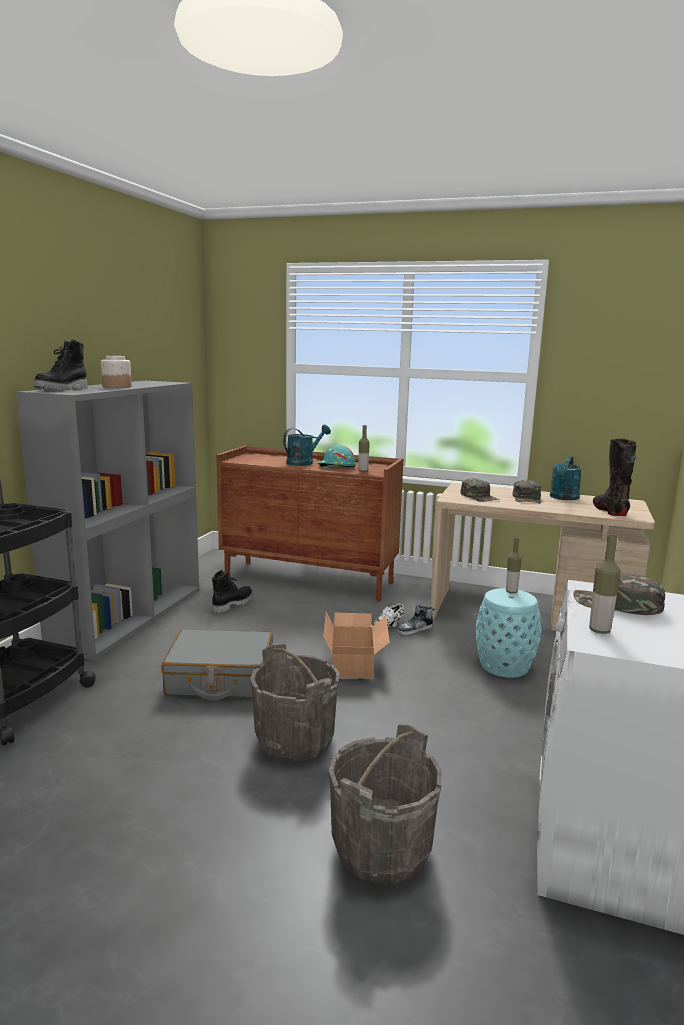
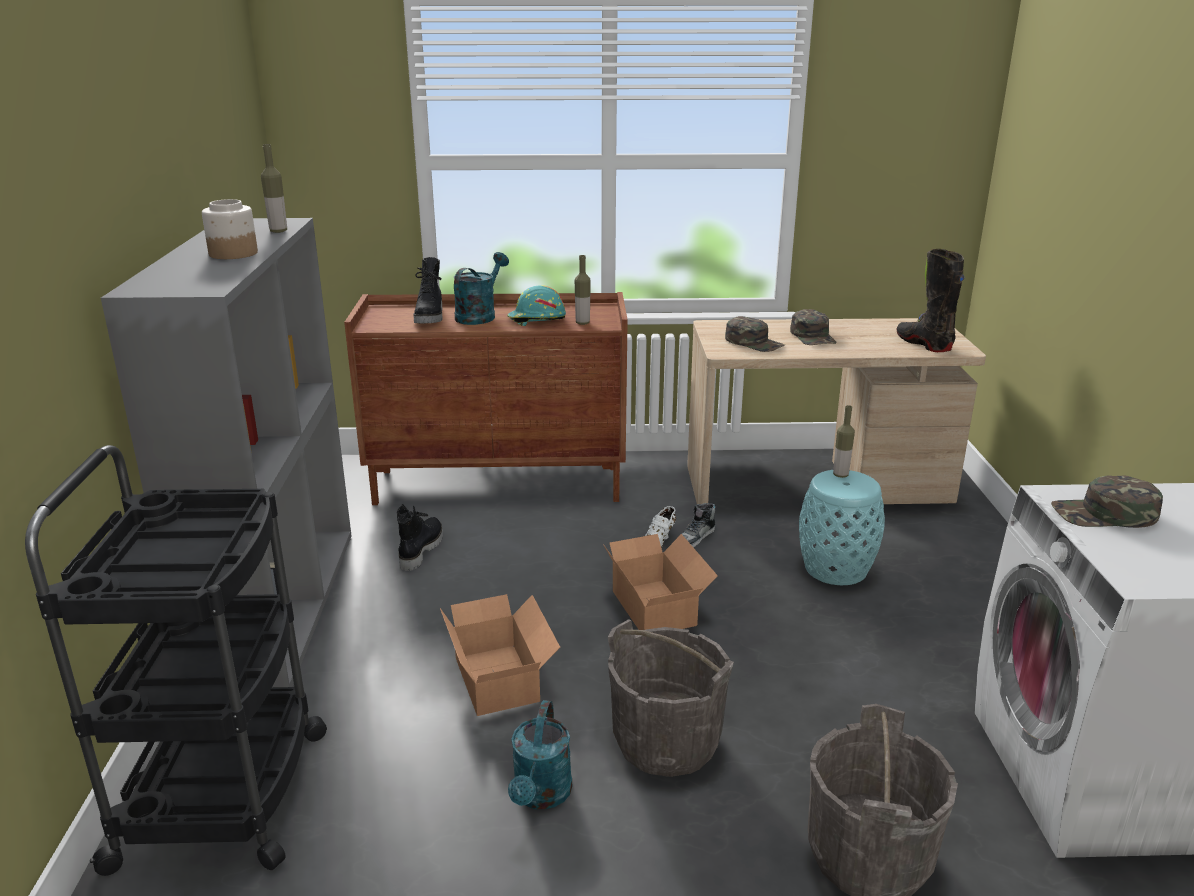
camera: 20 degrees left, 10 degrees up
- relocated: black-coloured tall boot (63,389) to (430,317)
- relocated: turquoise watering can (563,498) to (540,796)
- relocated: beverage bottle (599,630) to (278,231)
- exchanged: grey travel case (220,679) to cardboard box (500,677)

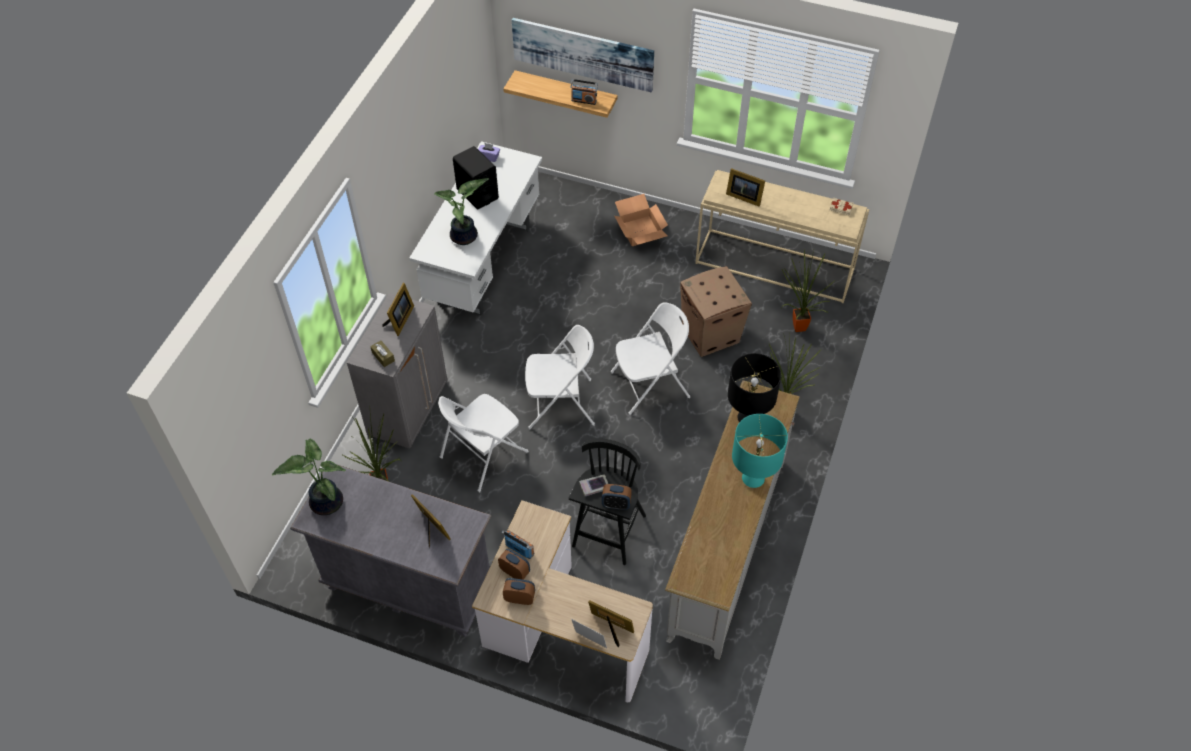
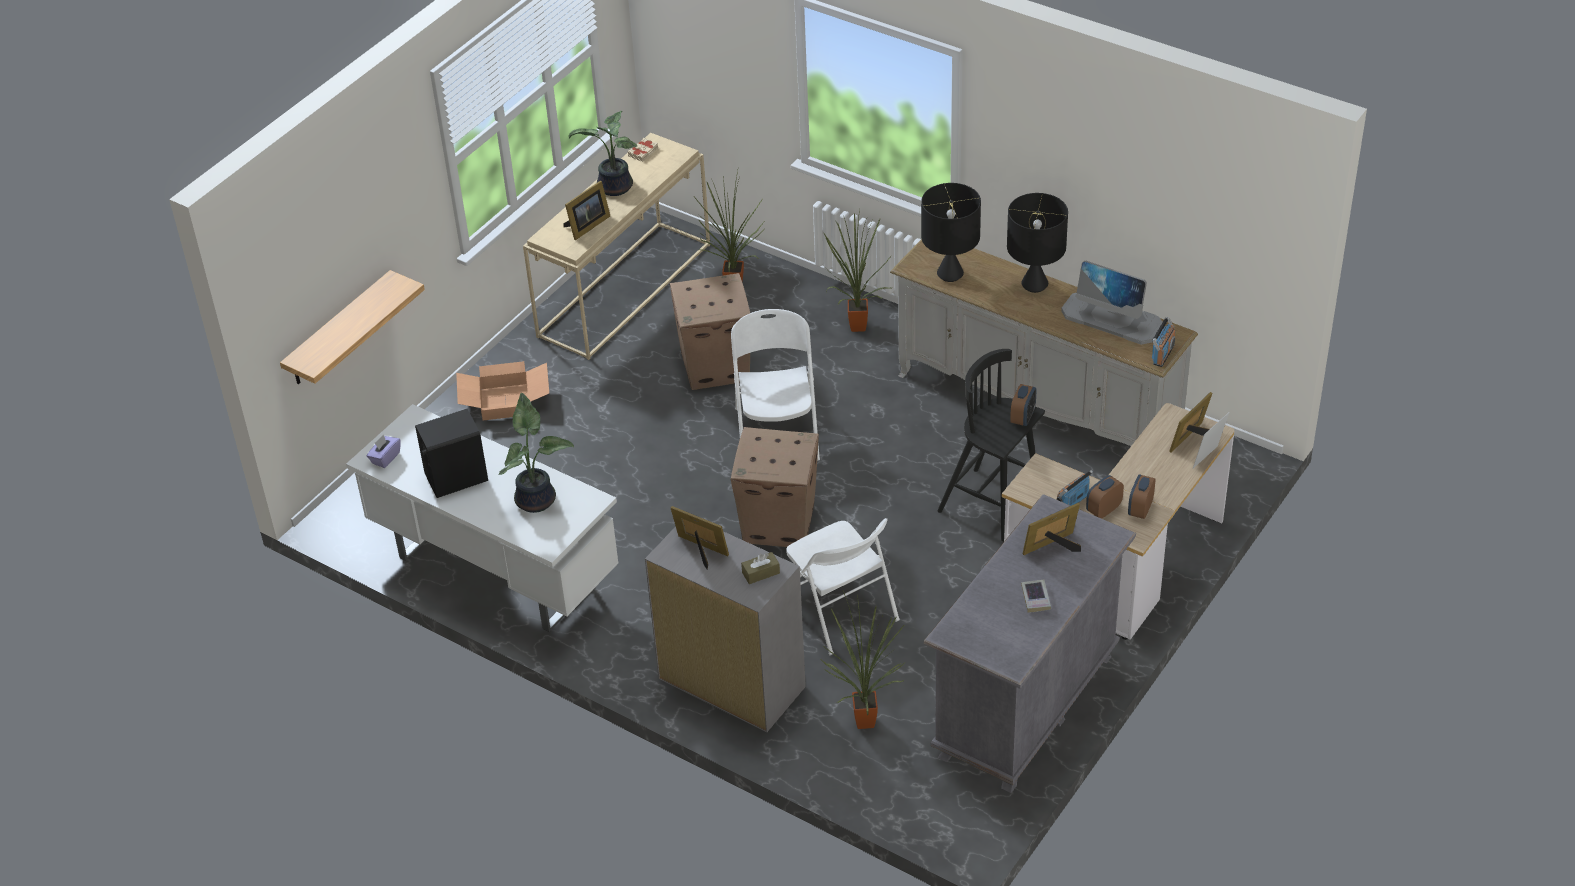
camera: 75 degrees left, 10 degrees down
- missing: wall picture (583,54)
- relocated: radio (584,100) to (1163,354)
- exchanged: white upright chair (560,404) to cardboard box (779,523)
- colour: turquoise lamp for a table (752,479) to black-coloured lamp for a table (1034,286)
- relocated: houseplant (324,502) to (613,188)
- relocated: book (594,486) to (1036,598)
- appeared: monitor (1113,319)

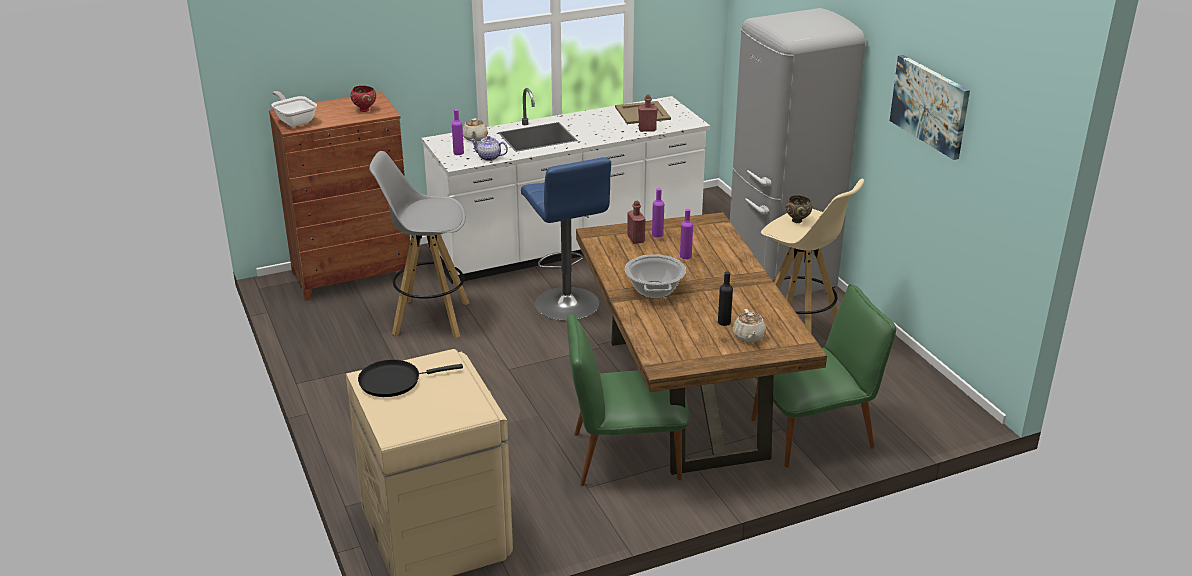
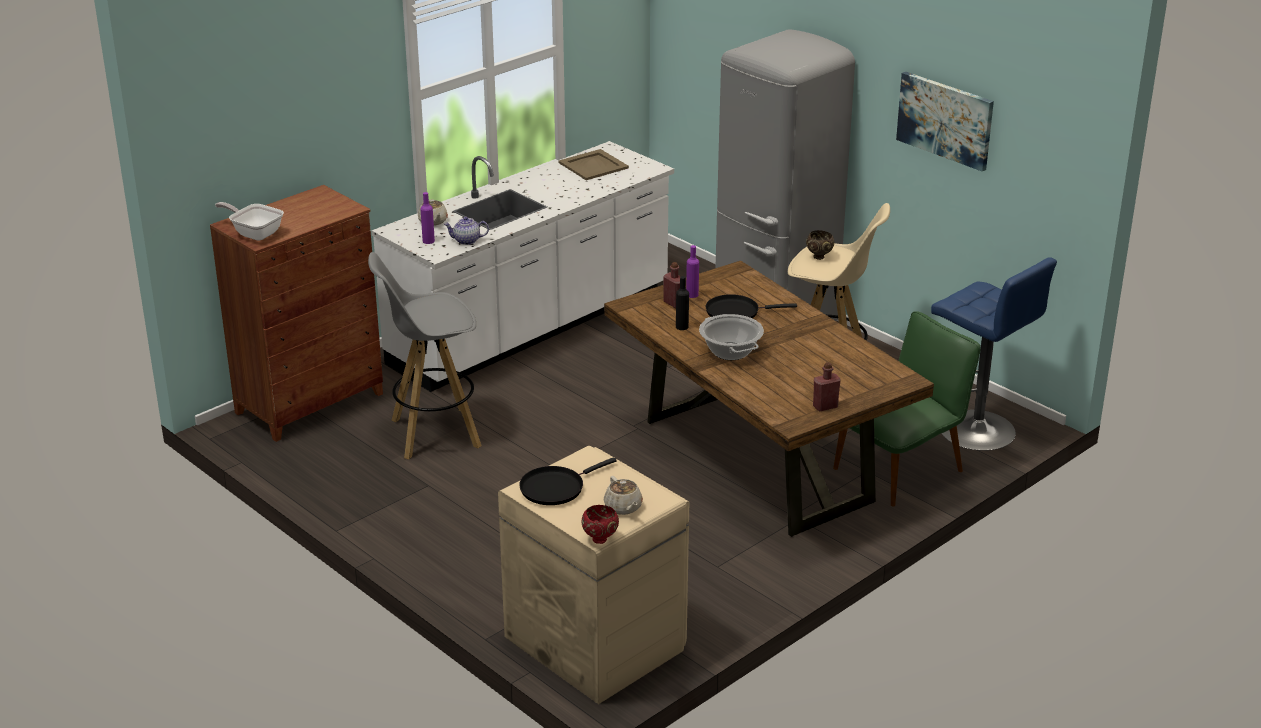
camera: 20 degrees left, 0 degrees up
- relocated: reddish serving bowl (365,110) to (600,539)
- relocated: reddish beverage bottle (647,129) to (825,406)
- relocated: bluish stool (566,304) to (977,431)
- exchanged: purple-coloured beverage bottle (685,256) to black-coloured skillet (736,312)
- relocated: black-coloured beverage bottle (724,322) to (682,327)
- relocated: beige-coloured teapot (749,337) to (623,507)
- missing: green-coloured upright chair (626,456)

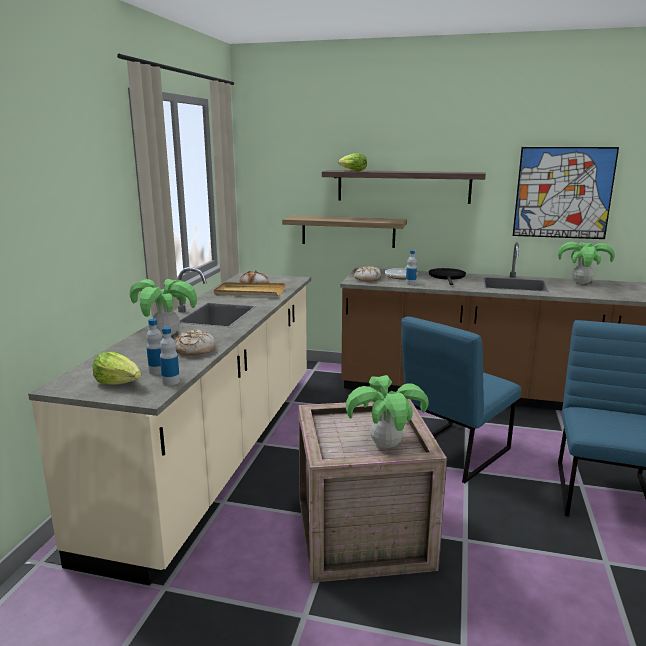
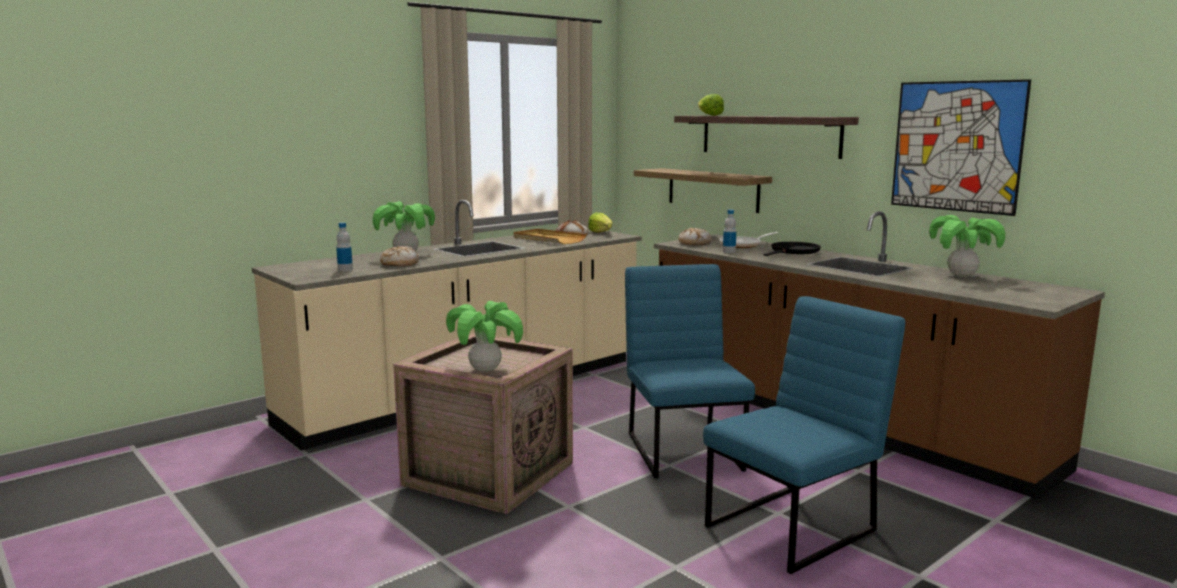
camera: 35 degrees right, 5 degrees down
- spun: bluish upright chair (454,452) = (684,450) 90 degrees clockwise
- missing: beverage bottle (171,381)
- relocated: lettuce (119,383) to (601,233)

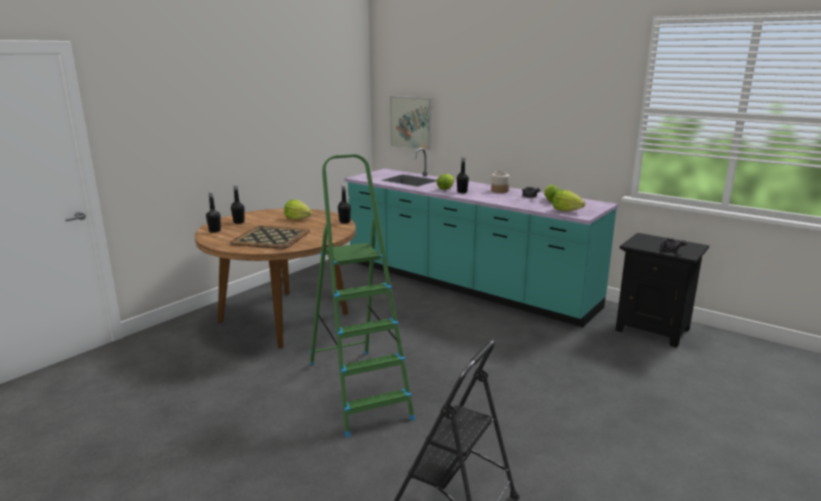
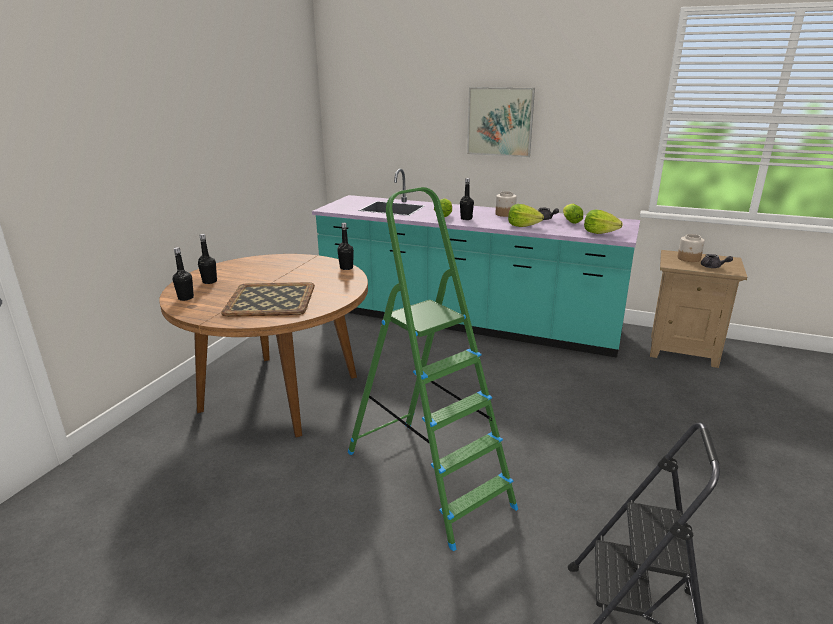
camera: 15 degrees left, 5 degrees up
- relocated: wall picture (411,122) to (500,121)
- relocated: lettuce (298,219) to (523,226)
- colour: black-coloured night table (652,330) to beige-coloured night table (684,351)
- appeared: storage jar (689,258)

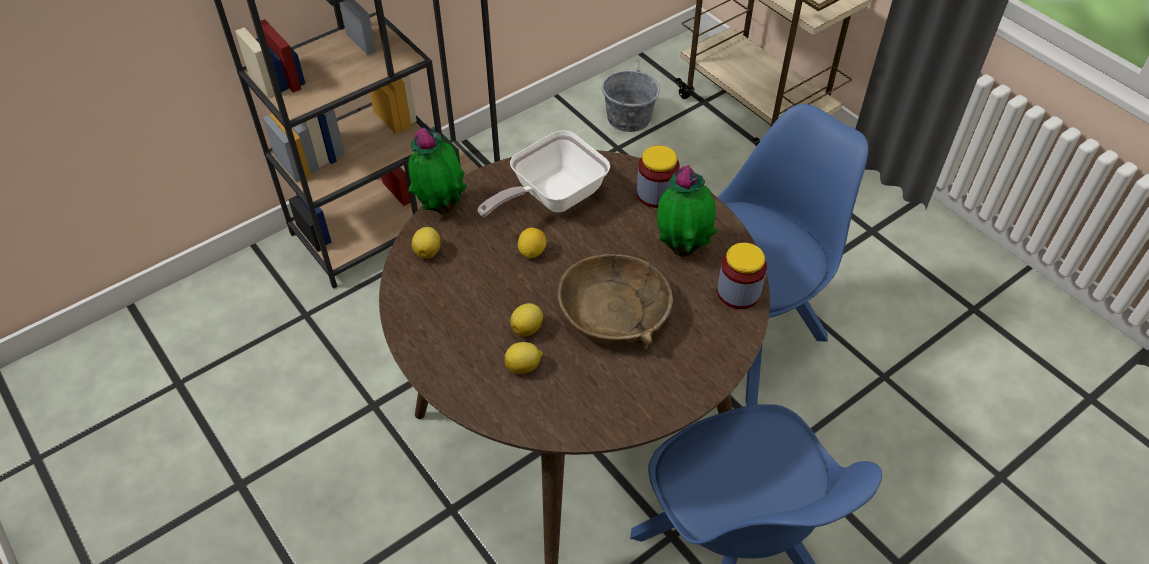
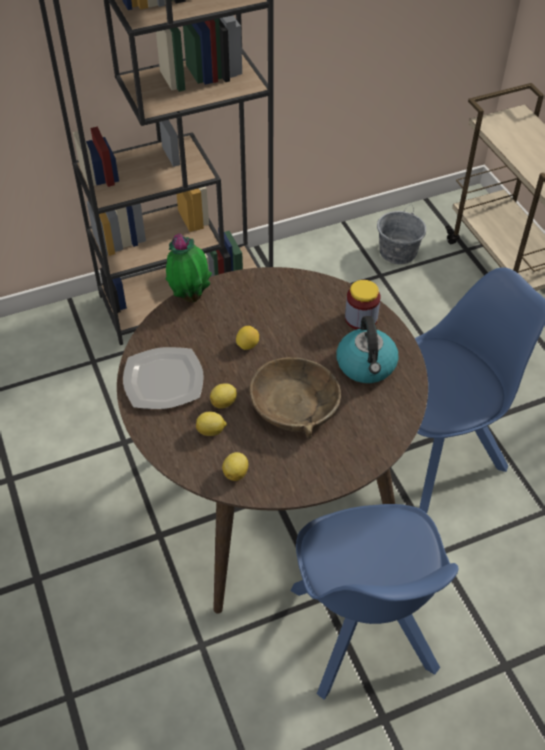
camera: 15 degrees right, 0 degrees up
- missing: skillet (551,198)
- exchanged: houseplant (682,248) to tea kettle (366,365)
- relocated: lemon (428,251) to (236,473)
- missing: storage jar (738,292)
- appeared: flat dish (164,381)

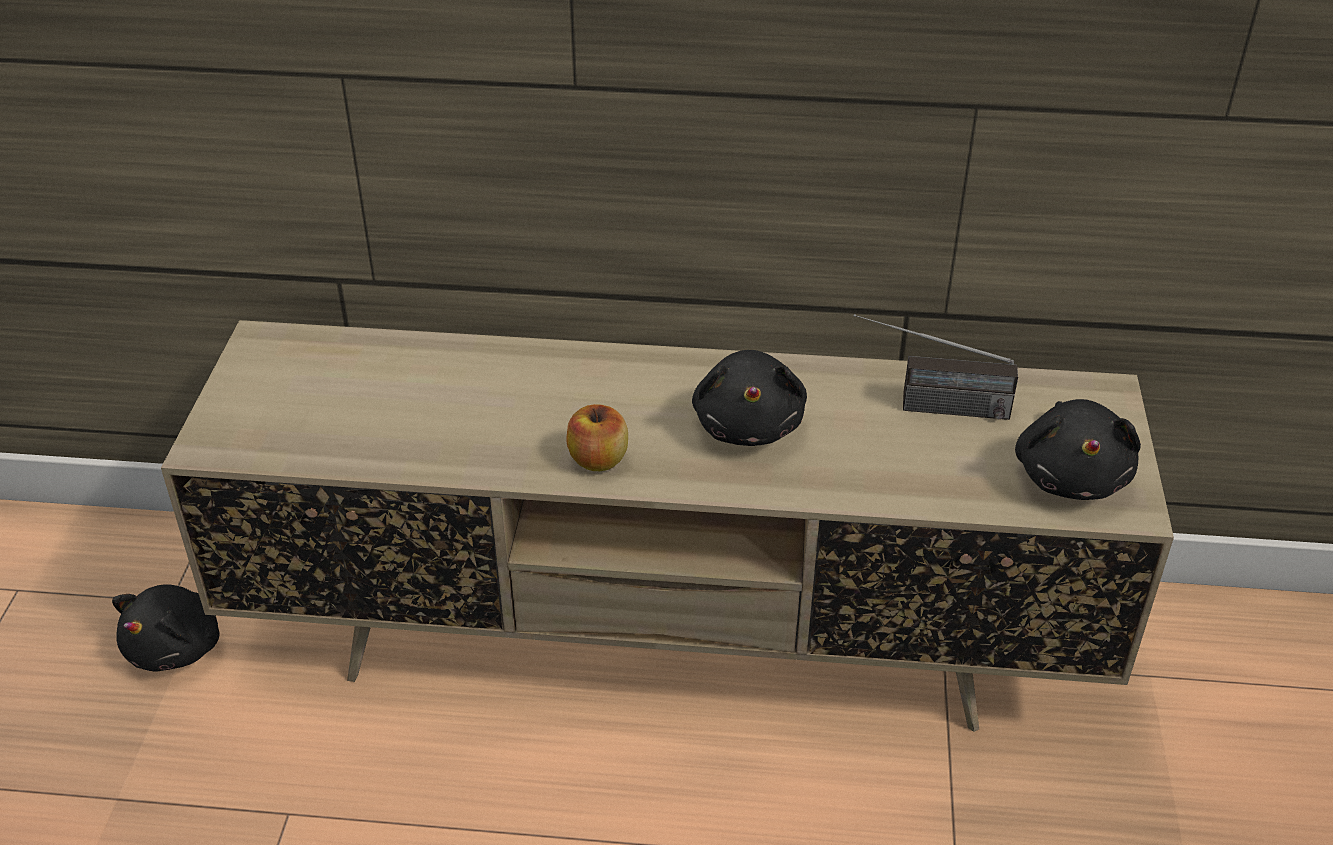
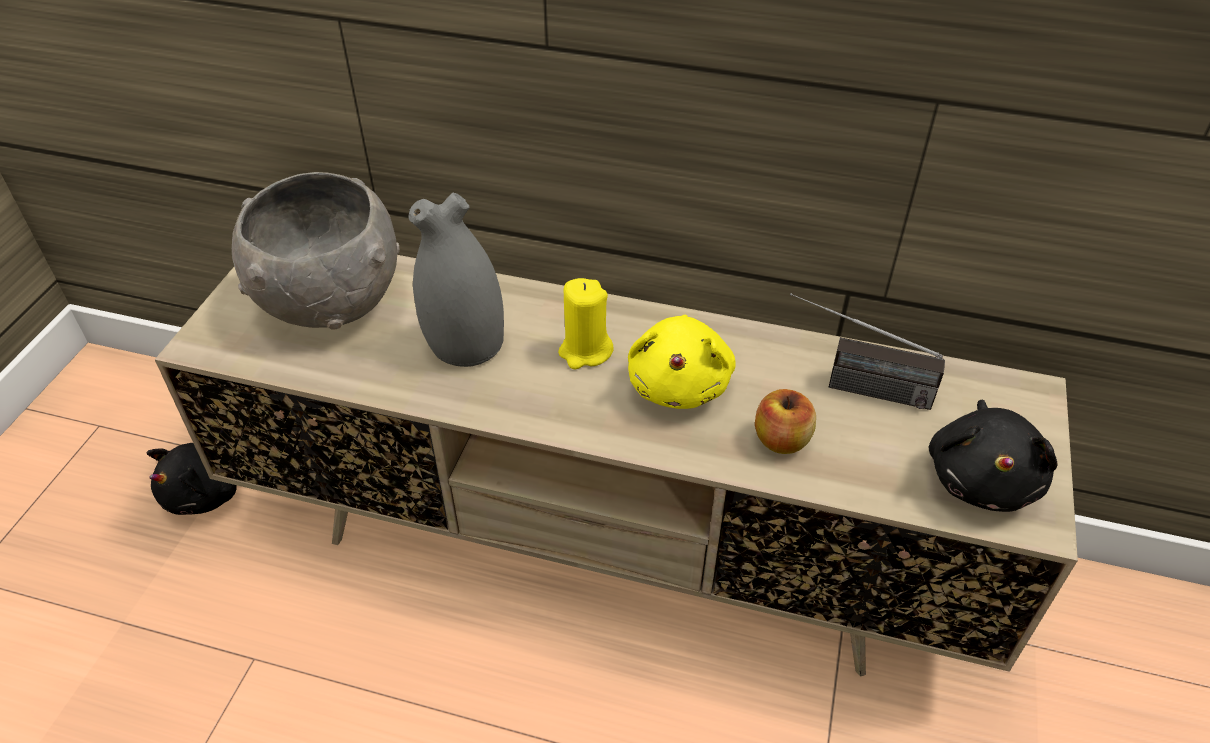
camera: 10 degrees right, 5 degrees up
- colour: black-coloured plush toy (748,424) to yellow-coloured plush toy (679,383)
- relocated: apple fruit (598,459) to (781,440)
- appeared: grey serving bowl (330,302)
- appeared: grey flower vase (465,345)
- appeared: yellow-coloured candle (585,351)

